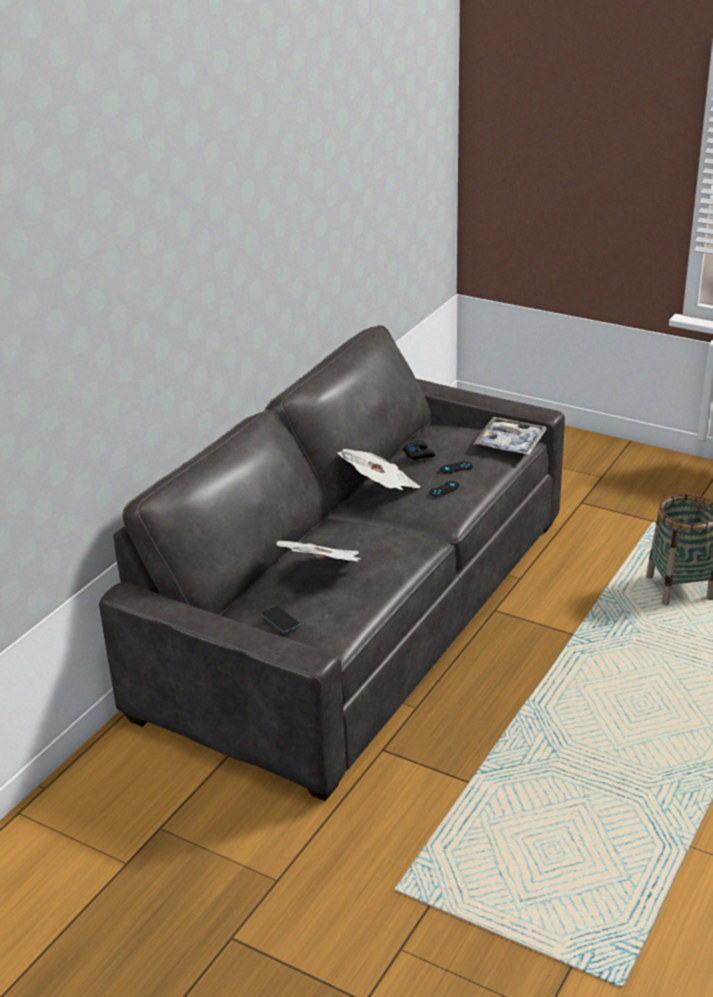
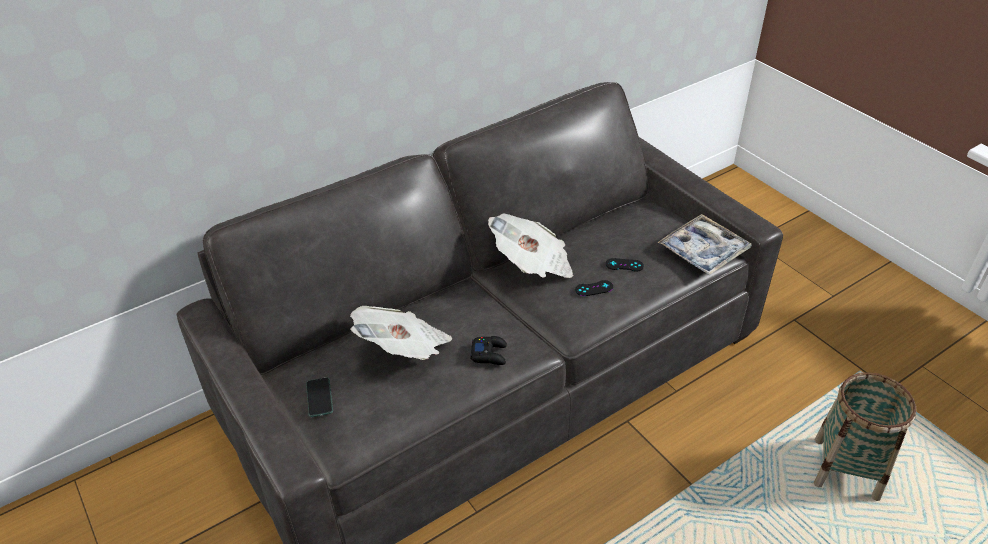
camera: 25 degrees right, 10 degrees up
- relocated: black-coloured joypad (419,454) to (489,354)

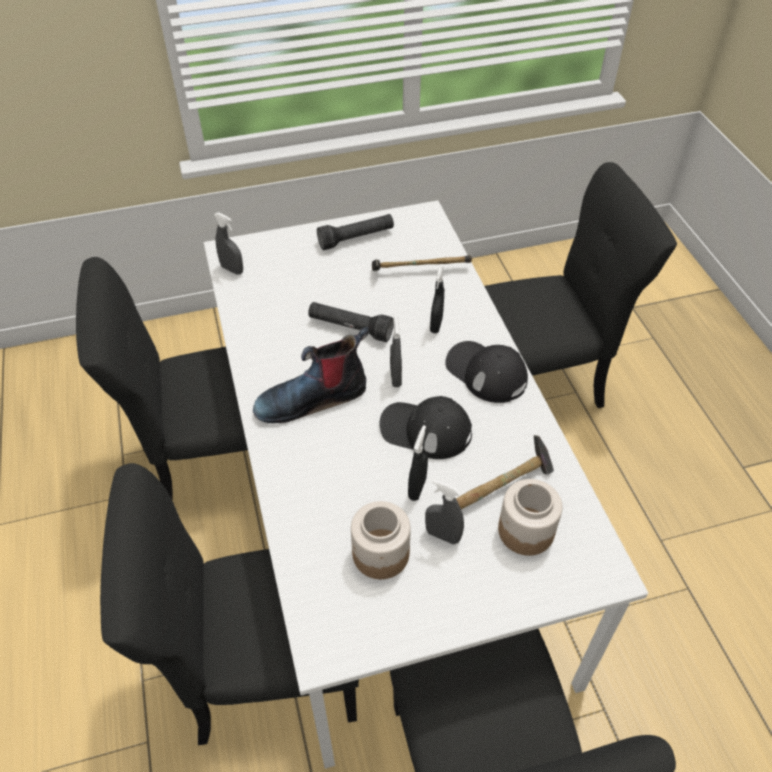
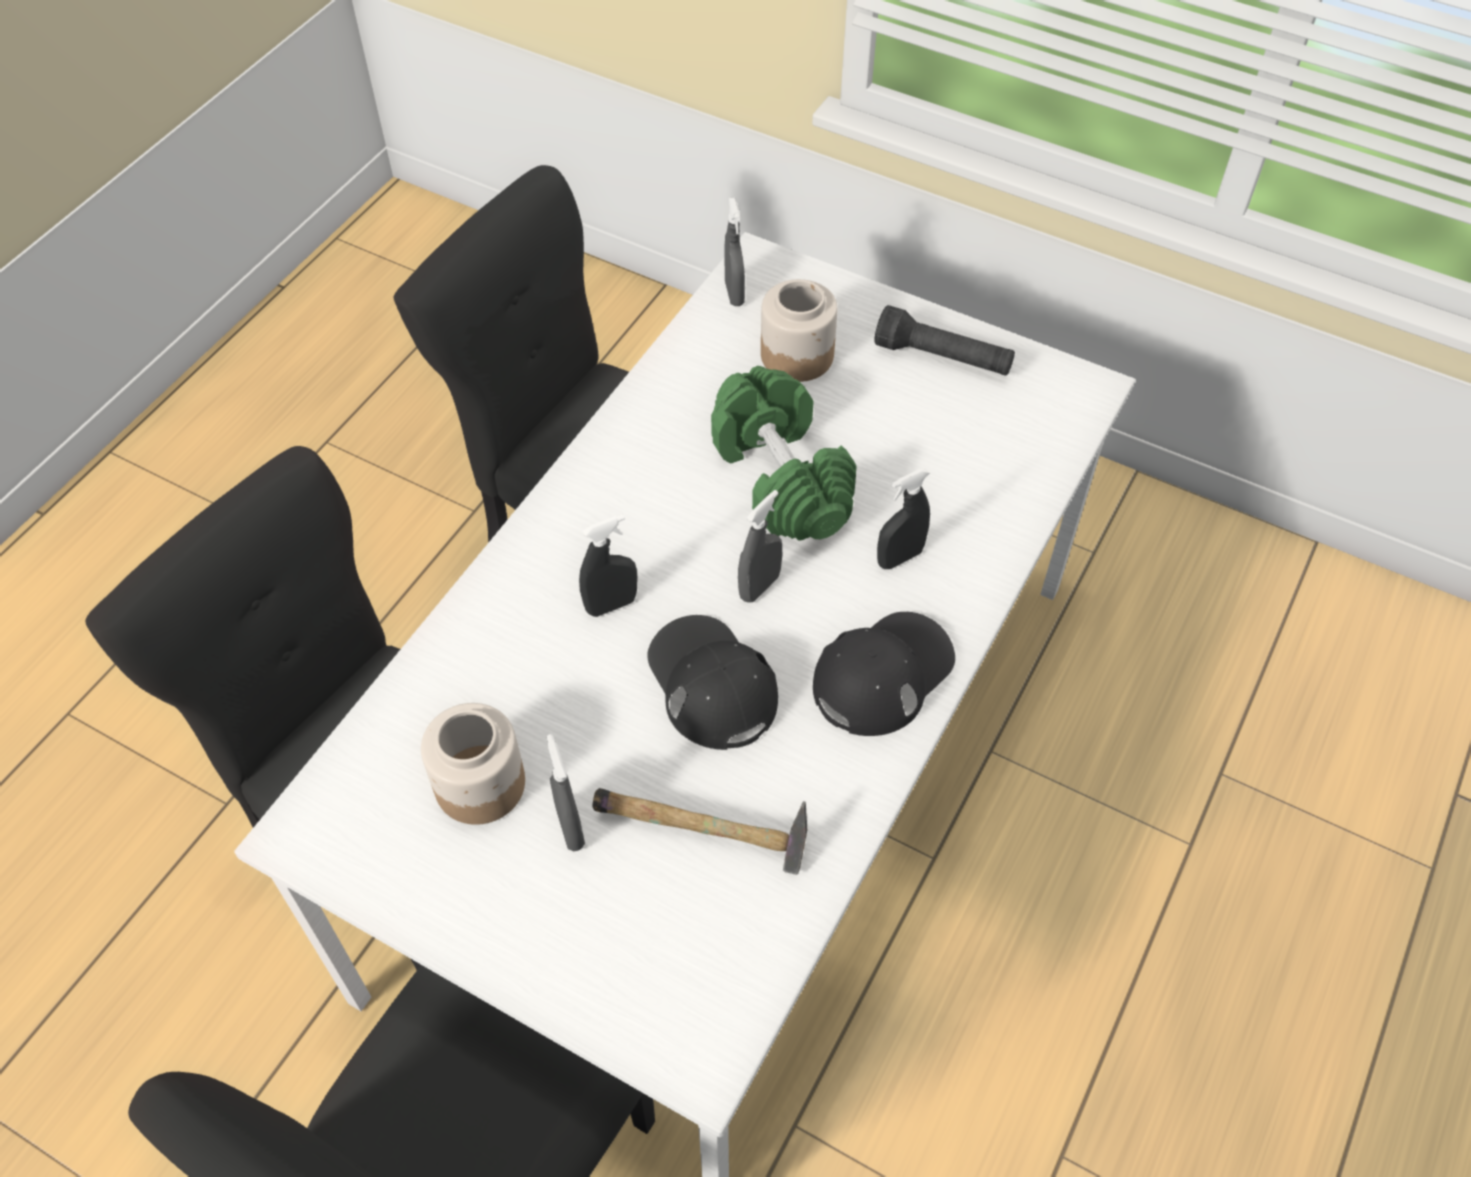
camera: 45 degrees right, 5 degrees up
- missing: black-coloured upright chair (537,383)
- missing: hand hammer (417,271)
- exchanged: black-coloured flashlight (350,328) to green-coloured free weight (783,478)
- missing: tall boot (312,398)
- spun: black-coloured peaked cap (486,372) = (883,674) 45 degrees clockwise
- relocated: black-coloured spray bottle (417,488) to (611,605)
- relocated: storage jar (525,530) to (797,355)

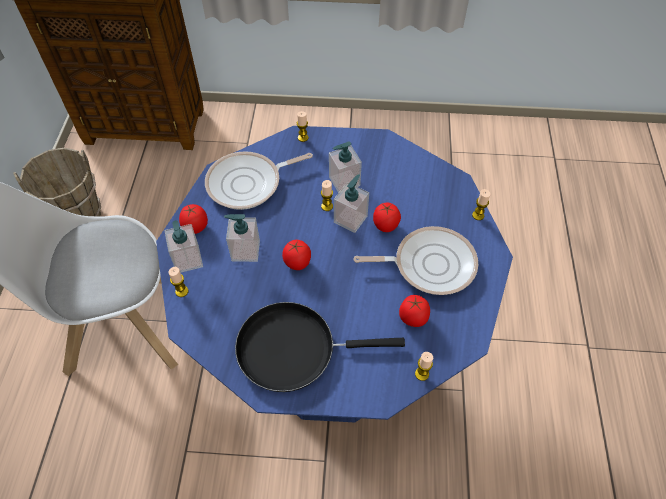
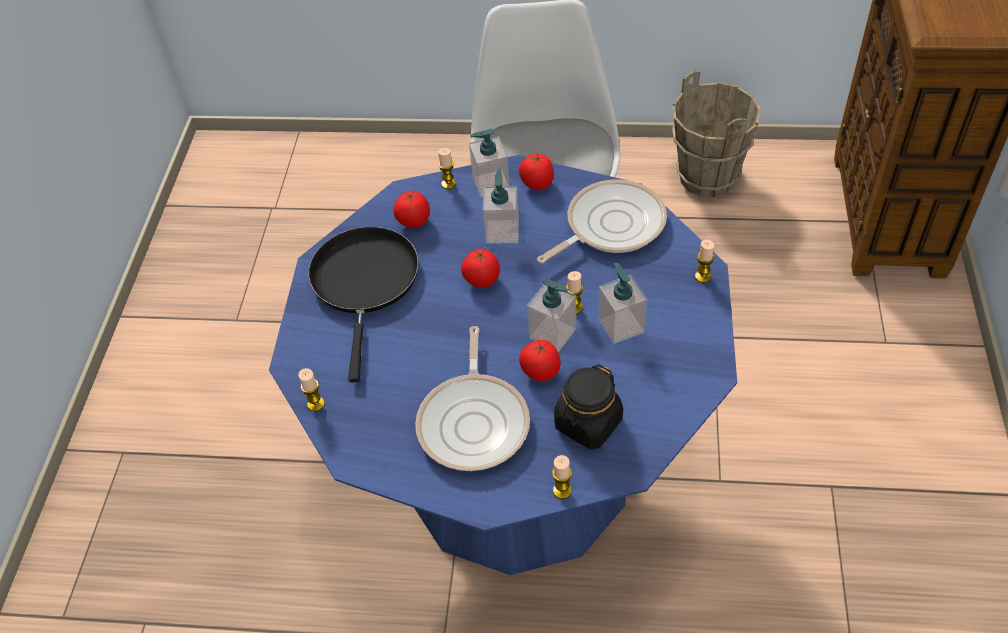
camera: 95 degrees right, 5 degrees down
- spun: skillet (248,184) = (610,225) 75 degrees clockwise
- relocated: fresh tomato (413,319) to (413,222)
- appeared: black-coloured storage jar (588,423)

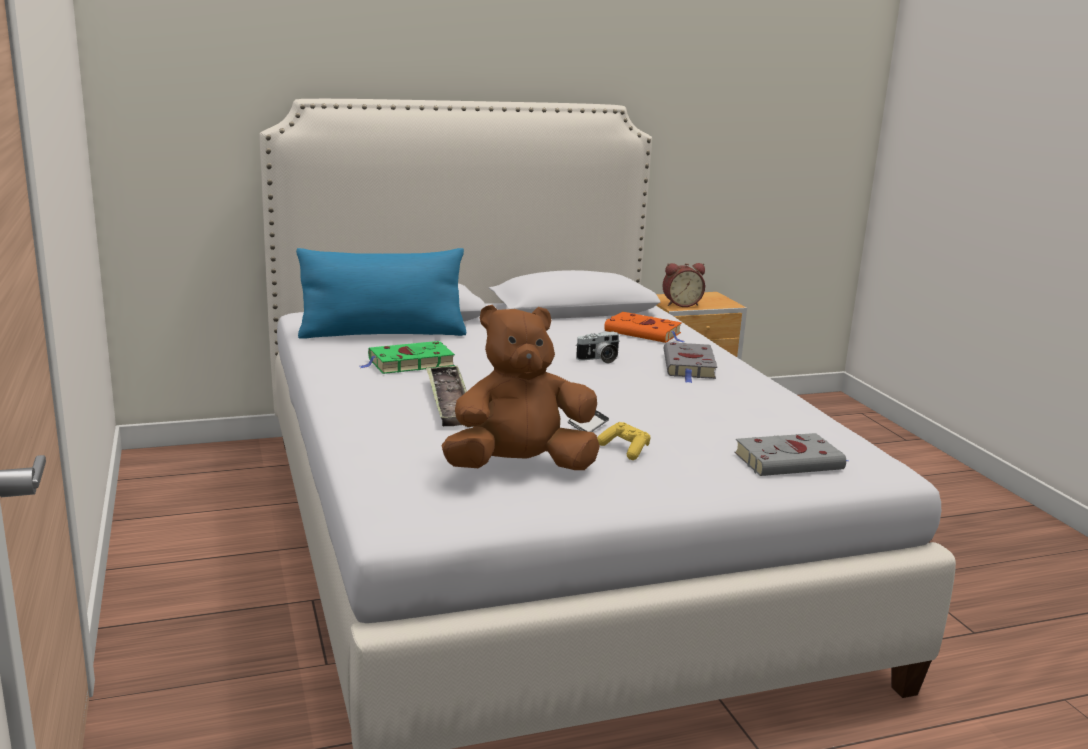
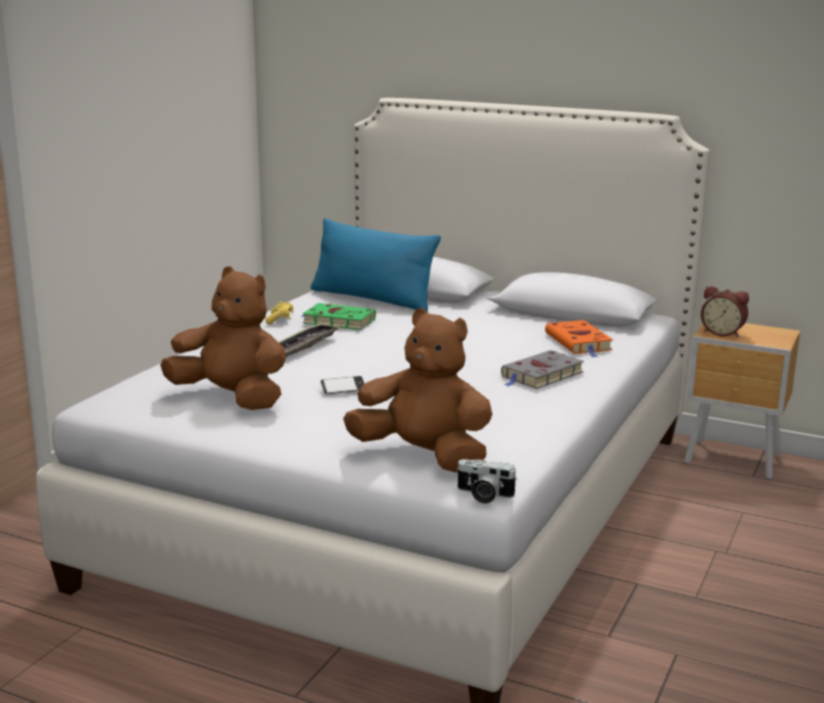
camera: 45 degrees right, 0 degrees up
- relocated: still camera (599,359) to (483,495)
- relocated: yellow-coloured joypad (625,449) to (280,320)
- exchanged: grey book (791,461) to brown plush toy (423,456)

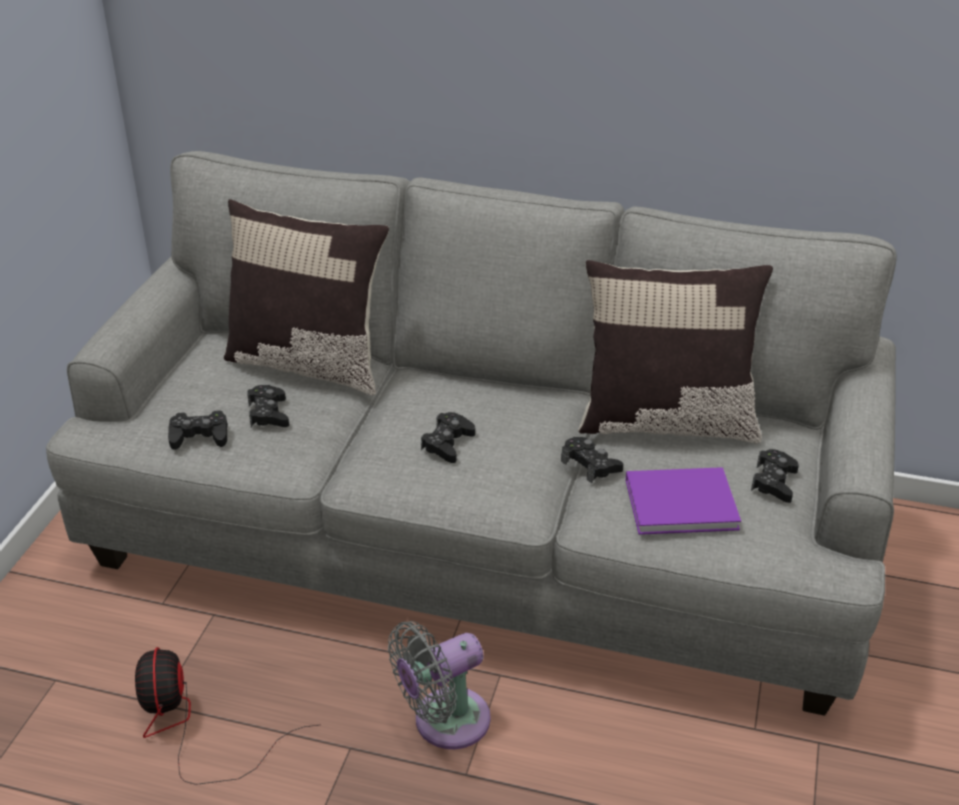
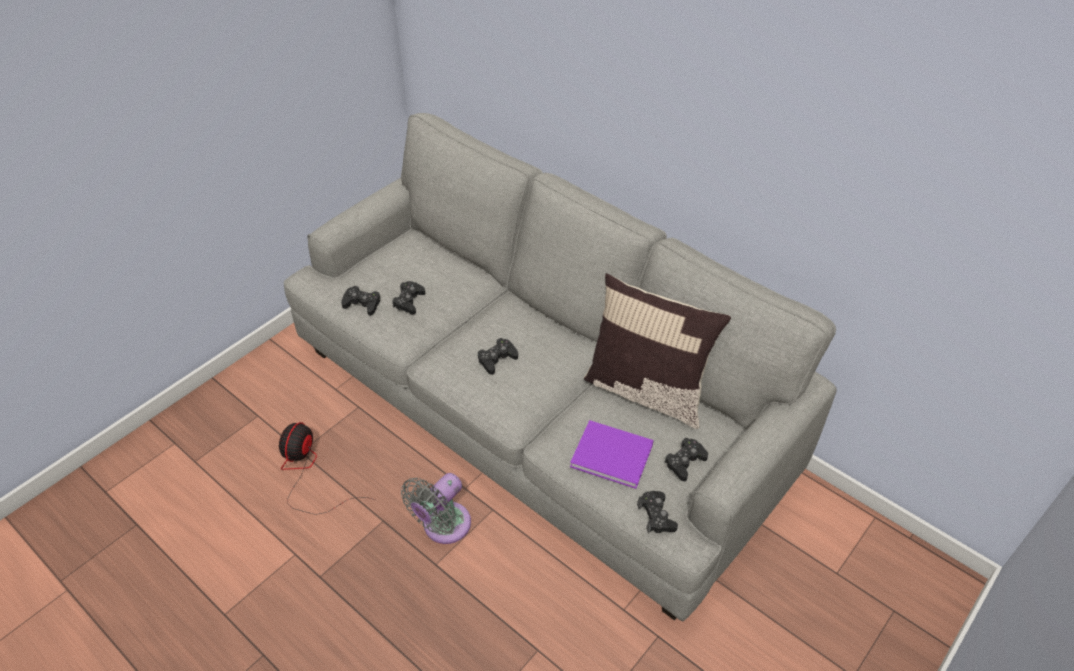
camera: 25 degrees right, 10 degrees up
- missing: pillow (309,365)
- relocated: black-coloured joypad (590,465) to (656,516)
- spun: grey fan (444,722) = (443,527) 45 degrees counterclockwise

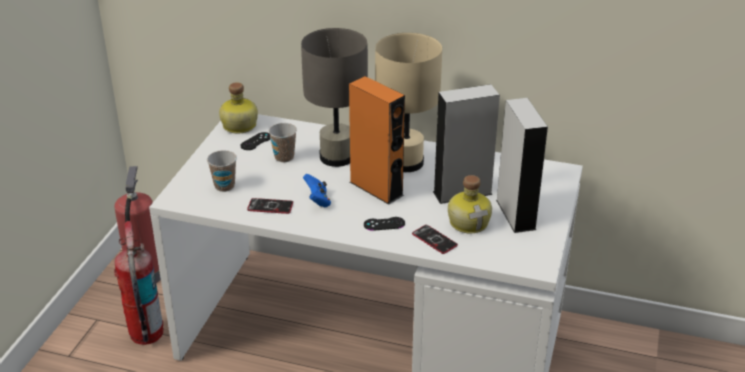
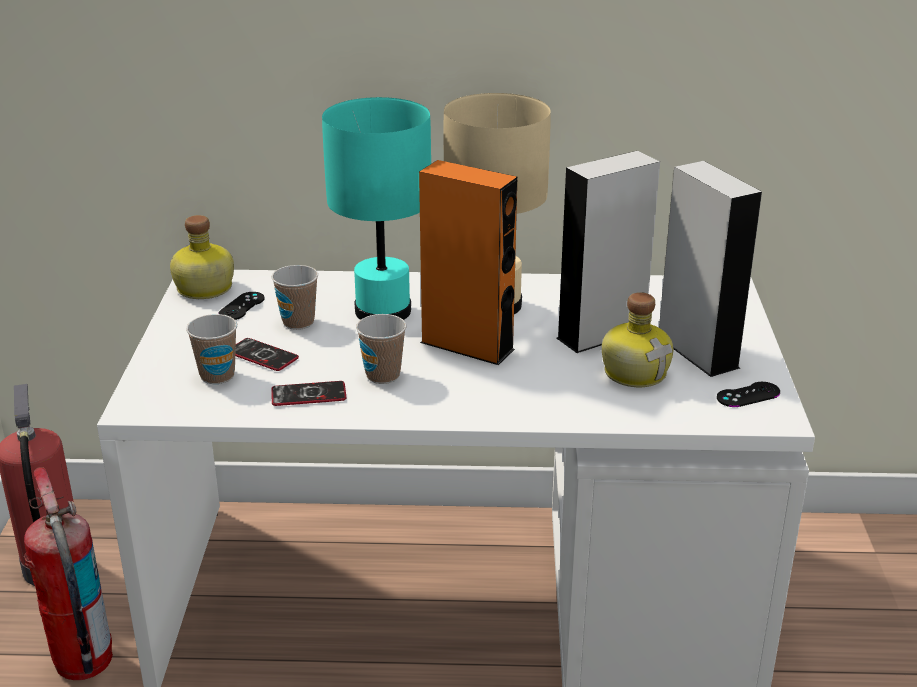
camera: 15 degrees left, 5 degrees down
- colour: grey lamp for a table (338,157) to turquoise lamp for a table (384,311)
- exchanged: bluish joypad (318,200) to cup (383,375)
- relocated: black-coloured joypad (384,224) to (748,395)
- relocated: telephone (434,240) to (262,356)

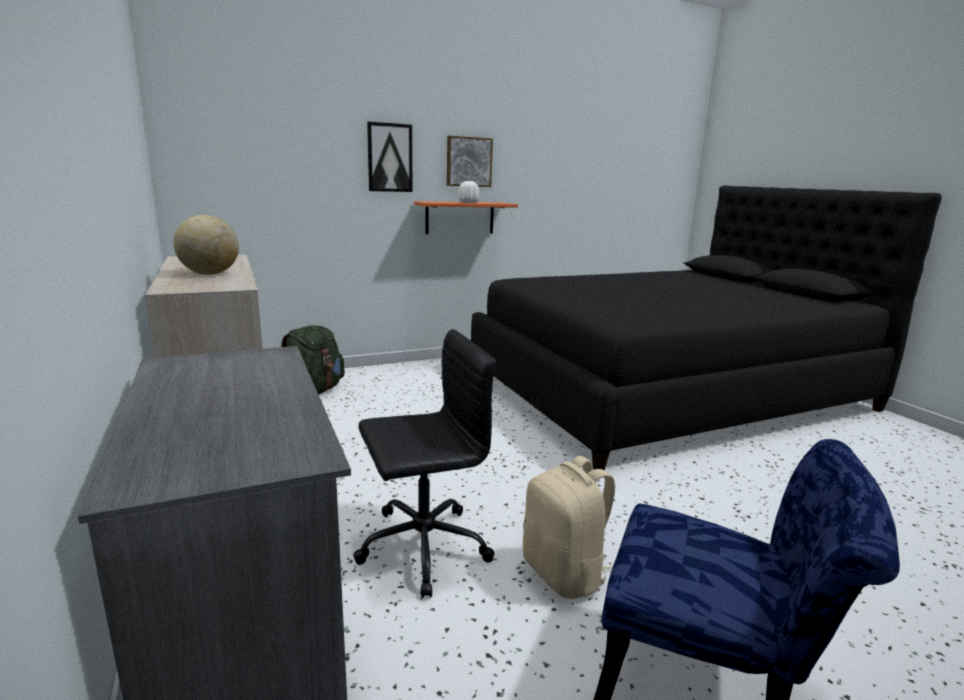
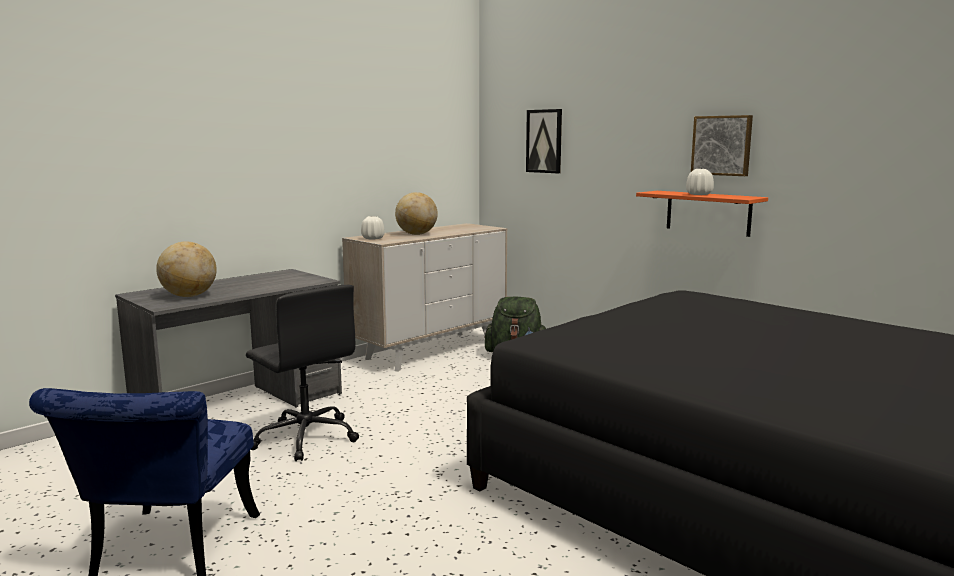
camera: 70 degrees right, 5 degrees down
- relocated: wall picture (389,158) to (544,141)
- missing: beige-coloured knapsack (565,573)
- appeared: white flower vase (373,238)
- appeared: globe (189,296)

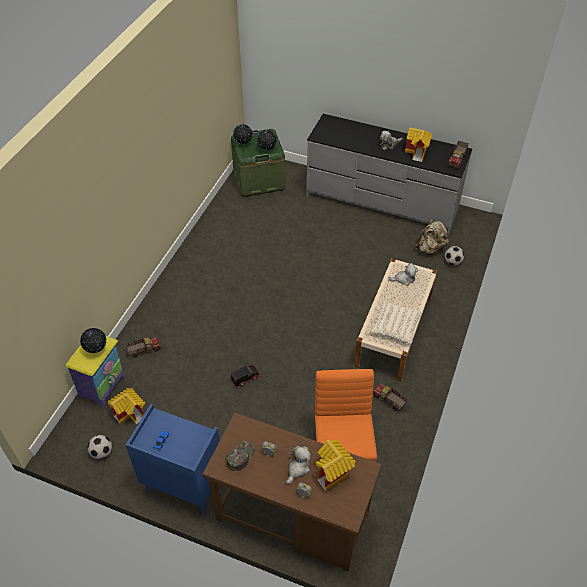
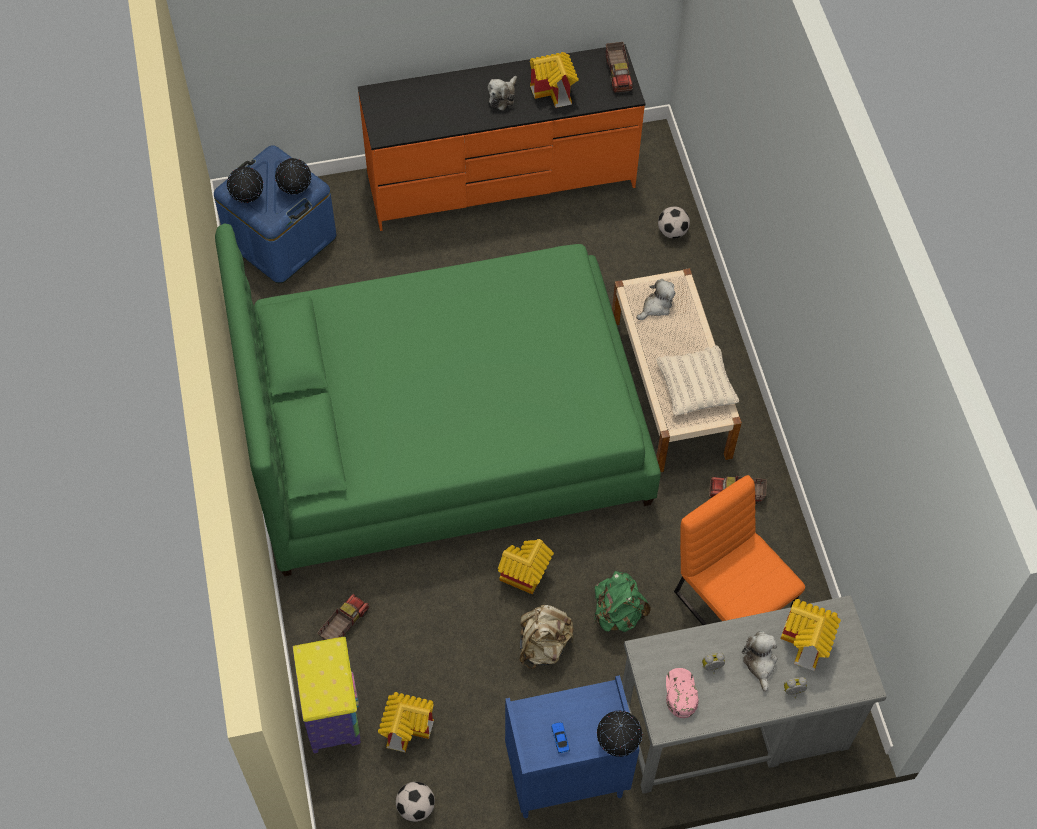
camera: 35 degrees left, 10 degrees up
- colour: grey chest of drawers (382,201) to orange-coloured chest of drawers (501,180)
- colour: green-coloured storage box (259,179) to bluish storage box (281,239)
- relocated: beige-coloured knapsack (430,249) to (544,645)
- relocated: globe (96,350) to (617,743)
- exchanged: toy truck (245,378) to miniature house (524,578)
- colour: brown desk unit (292,516) to grey desk unit (733,727)
- colour: green-coloured peaked cap (240,456) to pinkish peaked cap (680,693)
- appeared: green-coloured bed (443,429)
- appeared: green-coloured knapsack (617,613)

